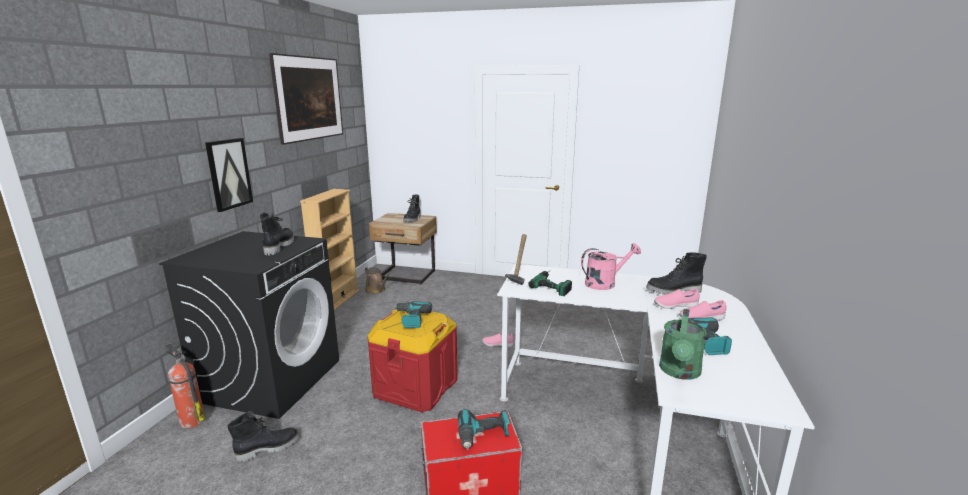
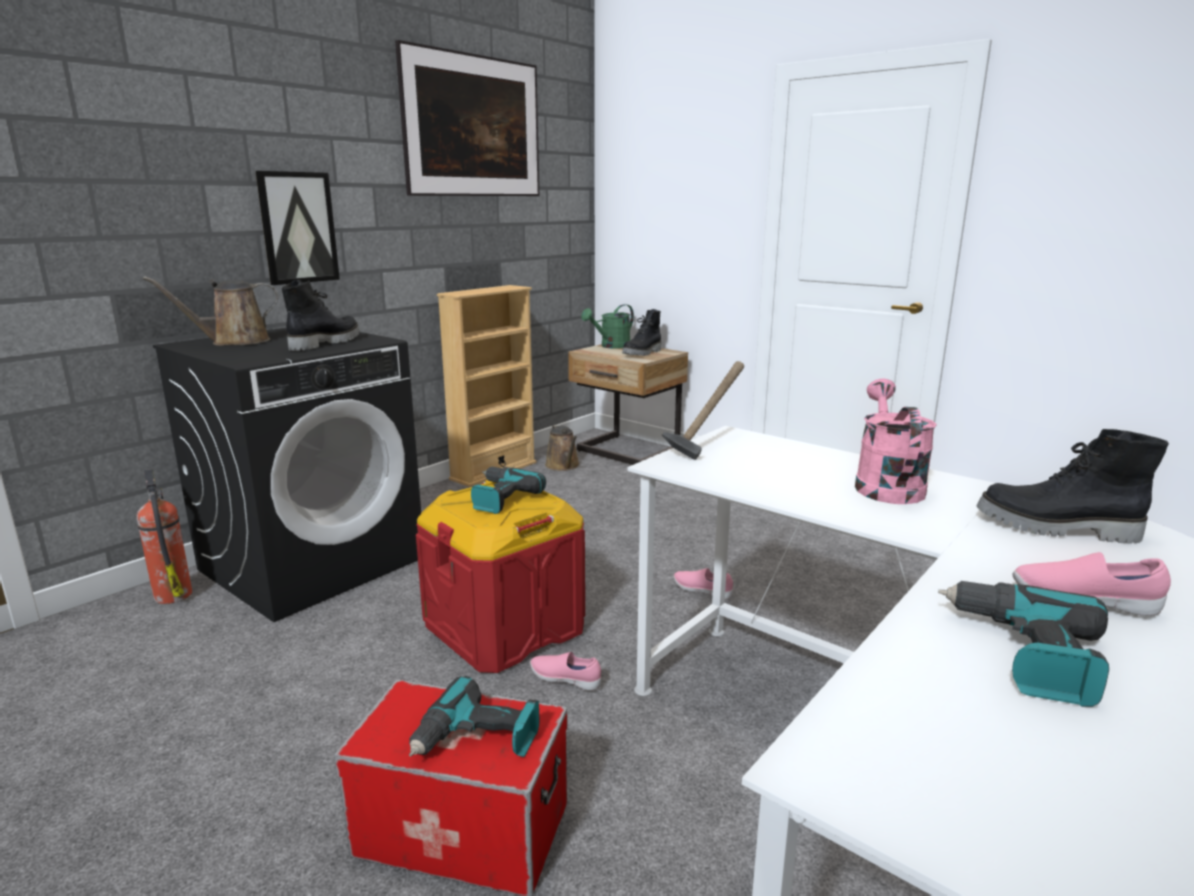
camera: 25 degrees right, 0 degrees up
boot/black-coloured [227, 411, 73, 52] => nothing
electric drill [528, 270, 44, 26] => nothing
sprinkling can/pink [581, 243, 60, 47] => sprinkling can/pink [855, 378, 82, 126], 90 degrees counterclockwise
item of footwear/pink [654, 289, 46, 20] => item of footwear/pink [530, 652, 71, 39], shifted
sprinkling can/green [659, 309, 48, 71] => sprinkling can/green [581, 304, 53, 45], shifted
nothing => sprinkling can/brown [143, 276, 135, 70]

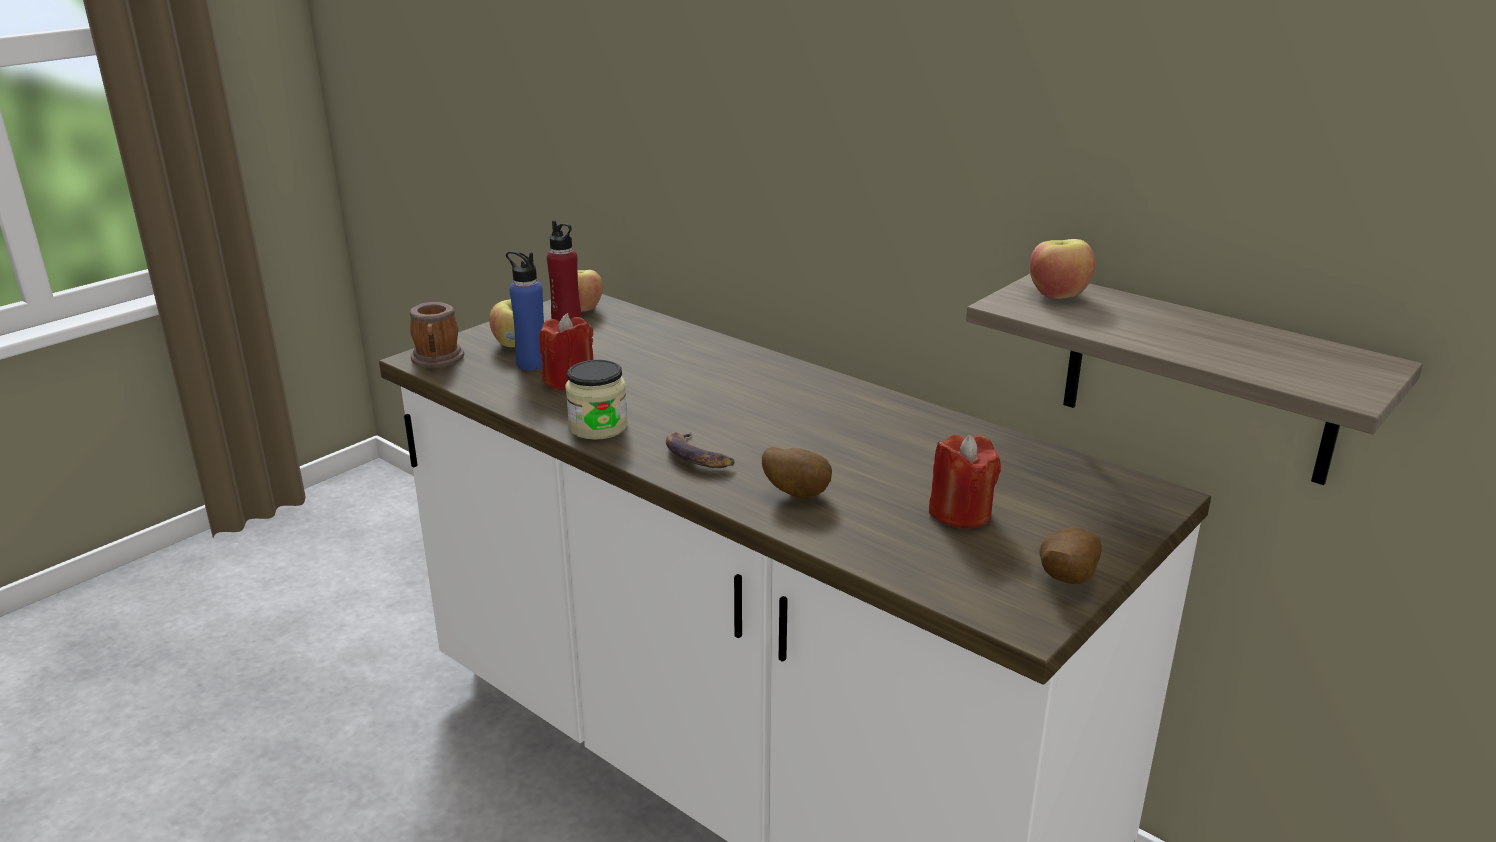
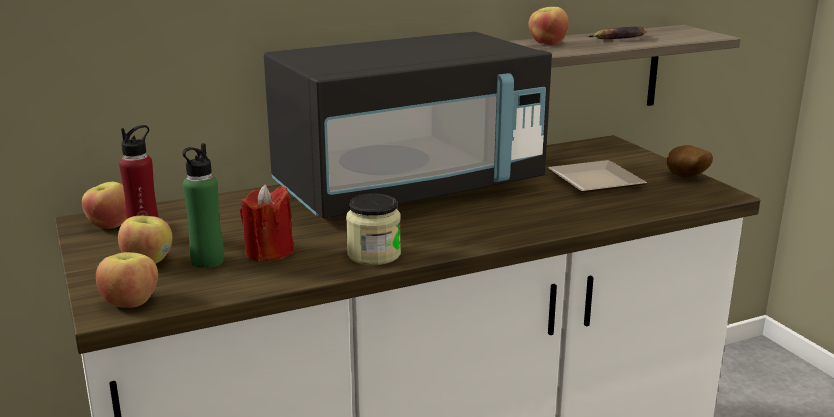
camera: 65 degrees left, 5 degrees down
coffee mug [410, 302, 54, 66] => apple [96, 252, 62, 56]
beverage bottle/blue-coloured [506, 251, 38, 120] => beverage bottle/green [182, 143, 42, 125]
whole banana [666, 432, 69, 36] => whole banana [586, 26, 59, 13], shifted
spud [762, 447, 70, 51] => nothing
candle/red [929, 435, 72, 94] => dinner plate [548, 160, 99, 33]
nothing => microwave oven/black-coloured [264, 32, 288, 187]

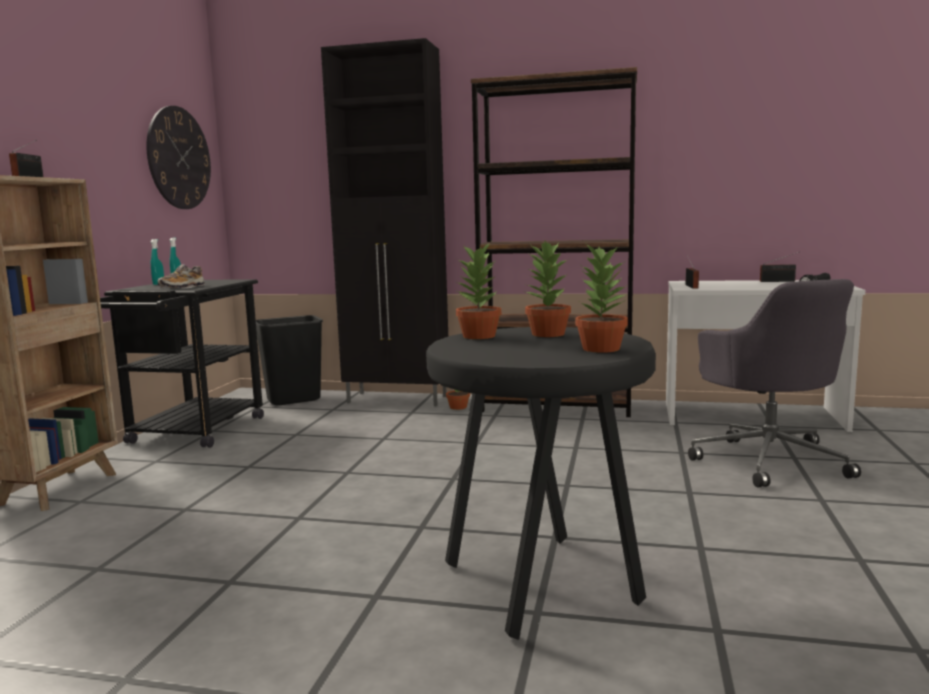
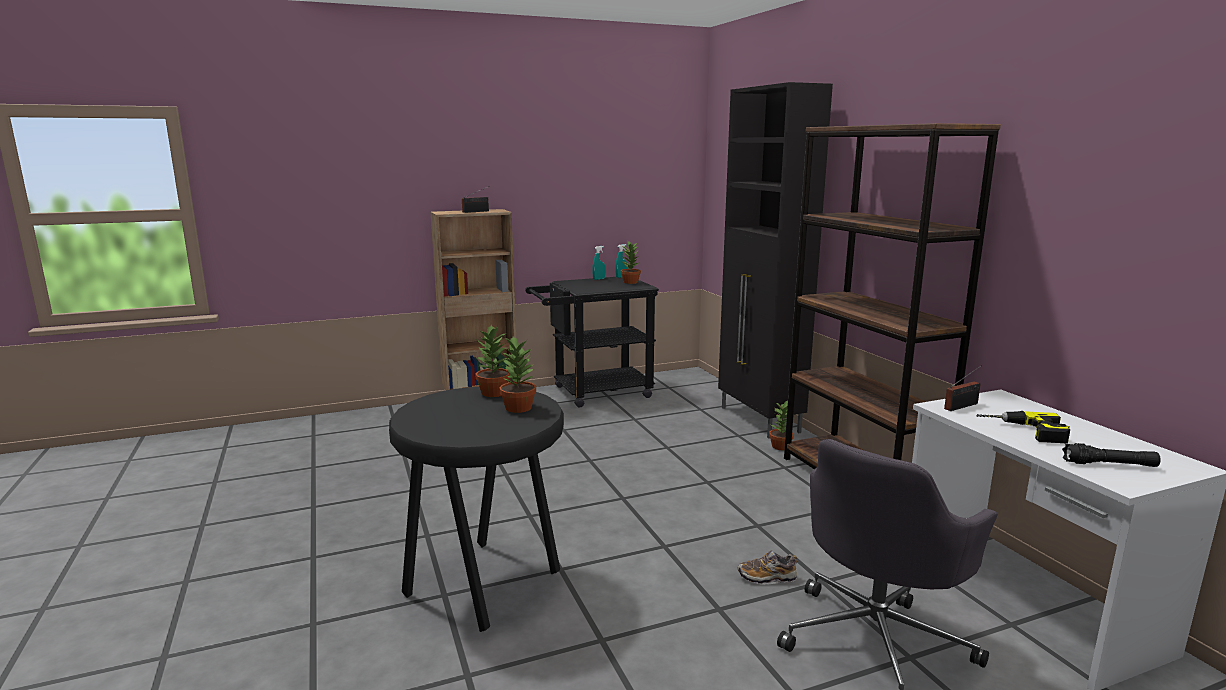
camera: 55 degrees right, 5 degrees up
clock on the wall [146, 106, 65, 103] => nothing
item of footwear [158, 264, 47, 25] => item of footwear [738, 550, 60, 35], shifted
trash can/black-coloured [256, 315, 67, 90] => nothing
potted plant [575, 244, 53, 109] => potted plant [621, 241, 20, 43], shifted
radio set [760, 252, 38, 30] => nothing
nothing => electric drill [976, 411, 94, 32]

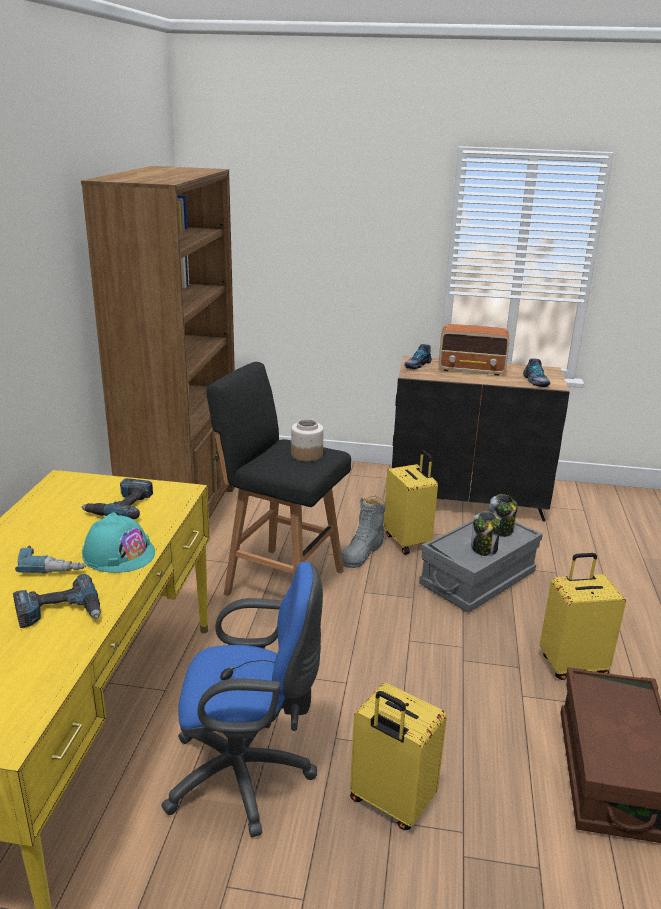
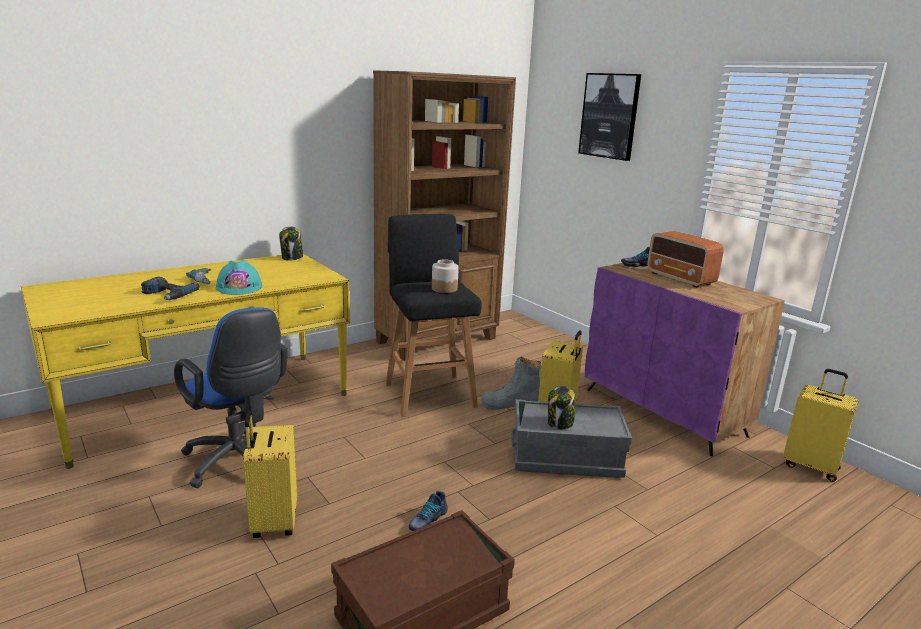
camera: 45 degrees right, 5 degrees down
electric drill [81, 478, 72, 41] => nothing
cabinet/black-coloured [392, 356, 178, 166] => cabinet/purplish [585, 263, 200, 193]
storage jar [488, 494, 30, 43] => storage jar [279, 227, 24, 34], shifted
item of footwear [523, 358, 28, 29] => item of footwear [409, 491, 39, 40], shifted
suitcase/yellowish [540, 553, 86, 127] => suitcase/yellowish [783, 369, 75, 113], shifted
nothing => wall art [578, 73, 63, 88]

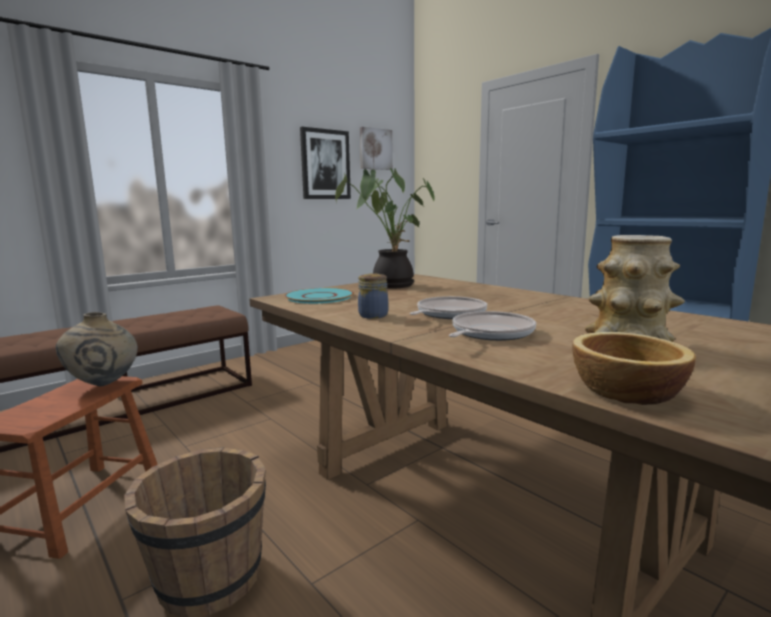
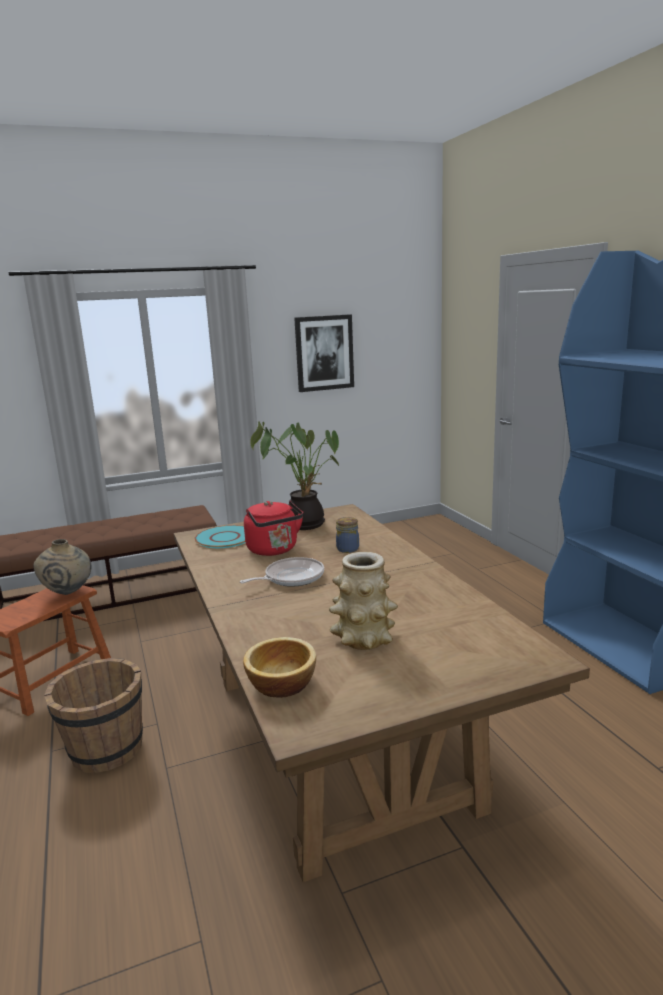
camera: 20 degrees right, 5 degrees up
storage jar [358, 273, 30, 46] => storage jar [336, 517, 23, 36], shifted
wall art [360, 127, 33, 43] => nothing
pan [449, 311, 87, 30] => nothing
nothing => water kettle/red [244, 500, 59, 56]

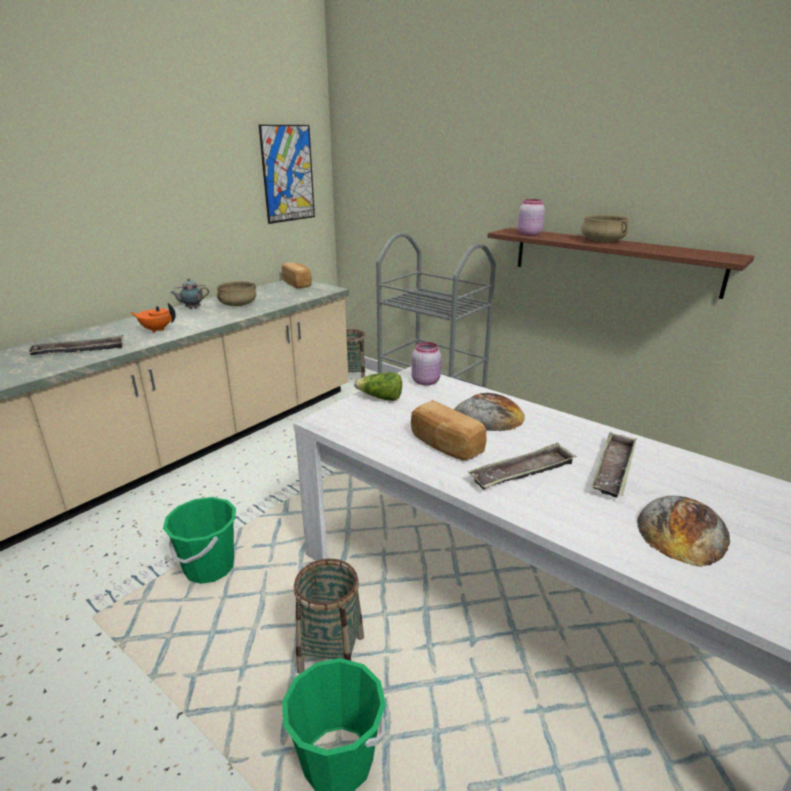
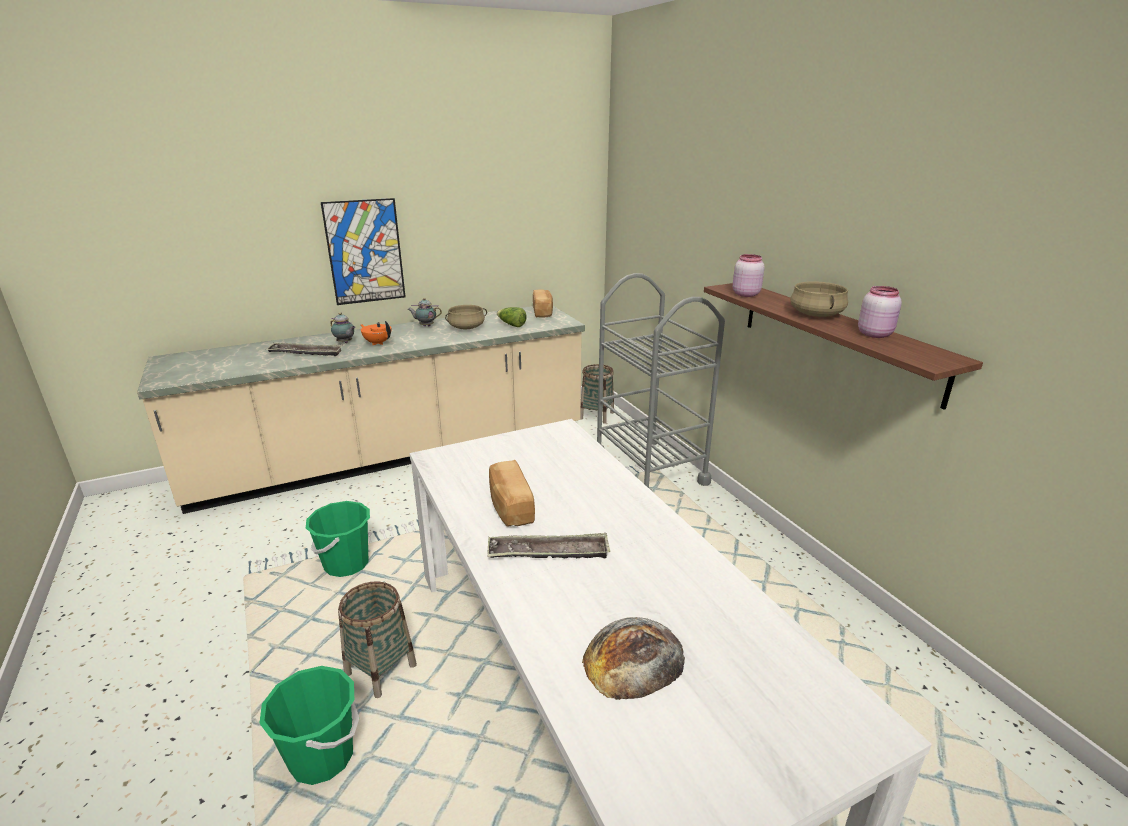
camera: 25 degrees right, 0 degrees up
wall art [259, 125, 56, 99] => wall art [321, 198, 85, 107], shifted
lettuce head [354, 372, 48, 29] => lettuce head [497, 307, 30, 20], shifted
storage jar/pink [411, 342, 30, 44] => storage jar/pink [858, 286, 44, 52], shifted
bread [454, 393, 71, 38] => nothing
serving tray [592, 432, 44, 66] => nothing
nothing => pot for tea [330, 312, 26, 31]

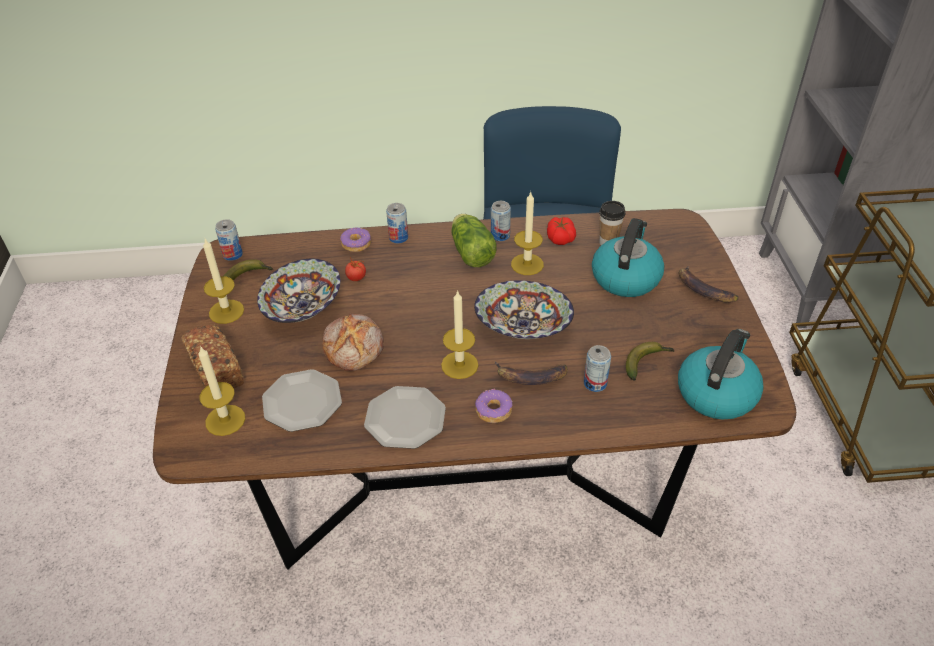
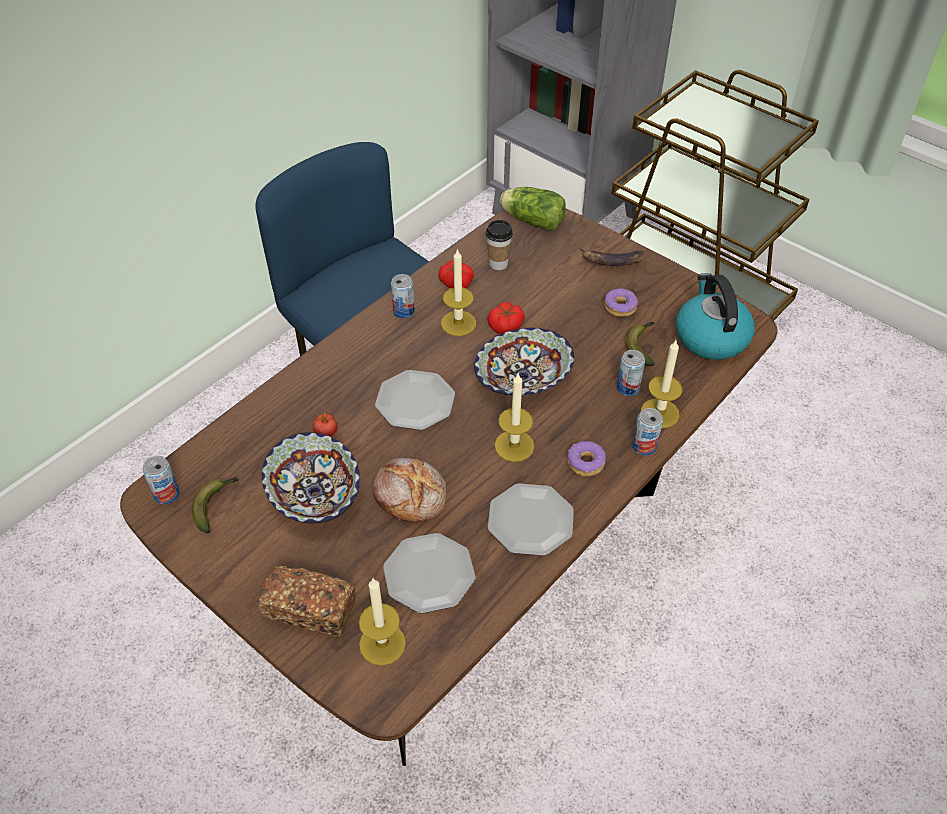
camera: 45 degrees left, 5 degrees up
candle [203, 239, 41, 85] => candle [641, 340, 42, 88], shifted
donut [340, 228, 31, 24] => donut [604, 288, 34, 29], shifted
can [386, 203, 22, 40] => can [633, 408, 30, 48], shifted
lettuce head [451, 214, 46, 53] => lettuce head [500, 187, 66, 44], shifted
whole banana [495, 361, 72, 24] => nothing
water kettle [592, 218, 72, 79] => nothing
nothing => dinner plate [375, 370, 80, 60]
nothing => fresh tomato [487, 302, 38, 32]

